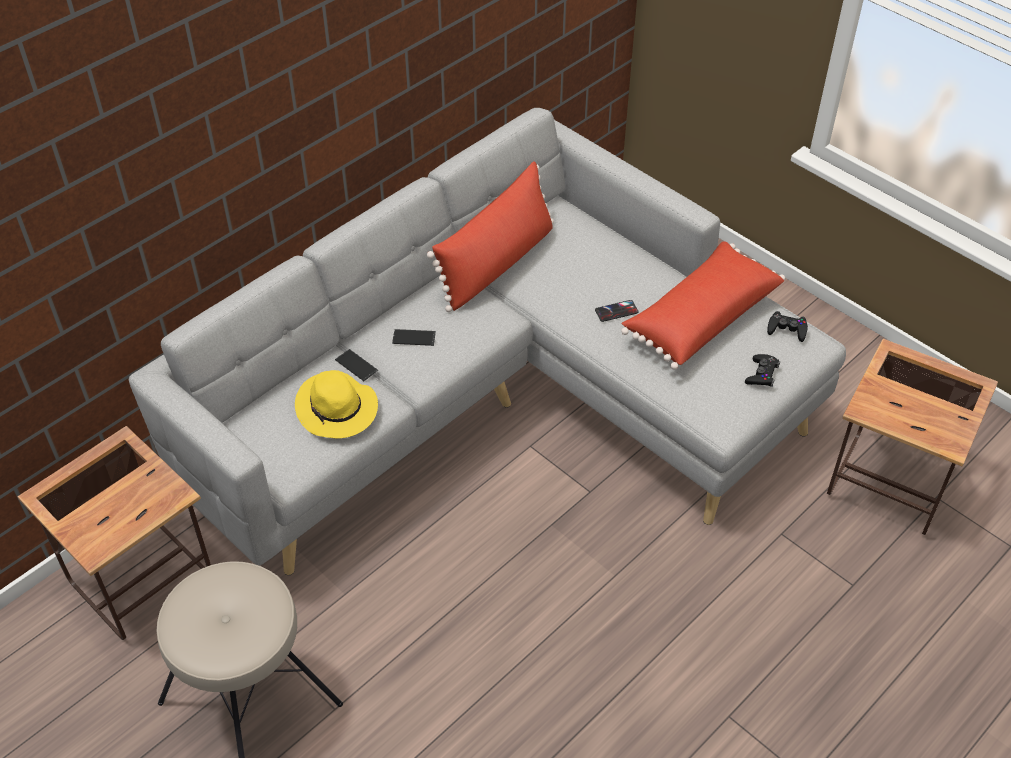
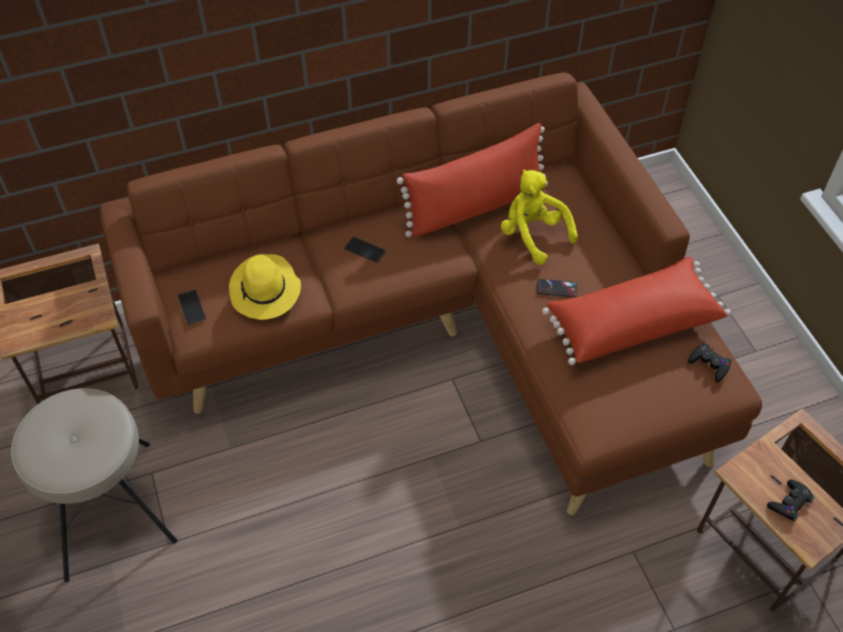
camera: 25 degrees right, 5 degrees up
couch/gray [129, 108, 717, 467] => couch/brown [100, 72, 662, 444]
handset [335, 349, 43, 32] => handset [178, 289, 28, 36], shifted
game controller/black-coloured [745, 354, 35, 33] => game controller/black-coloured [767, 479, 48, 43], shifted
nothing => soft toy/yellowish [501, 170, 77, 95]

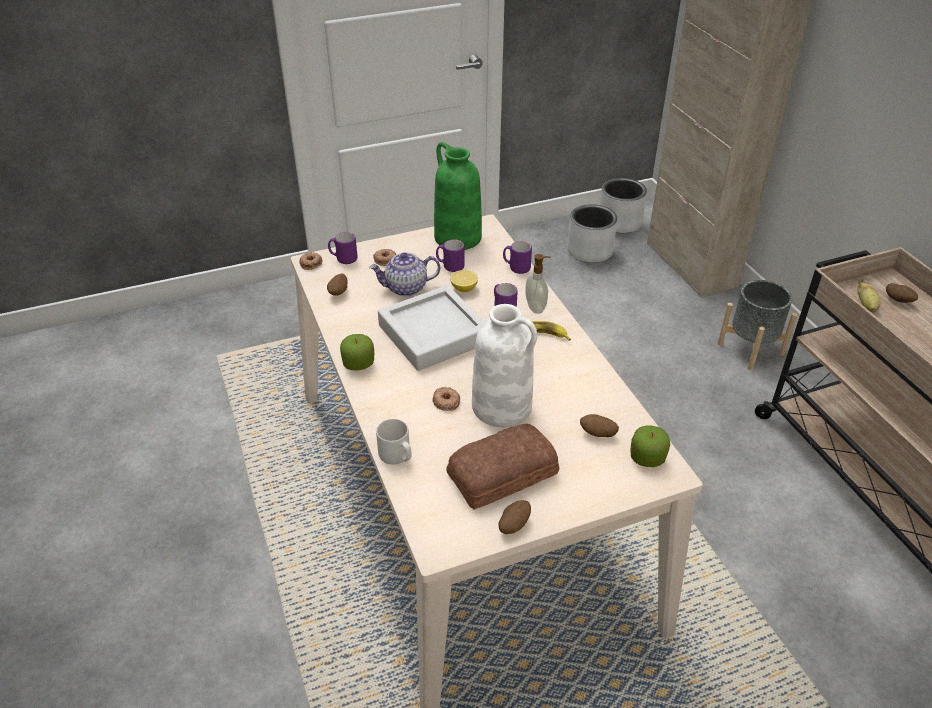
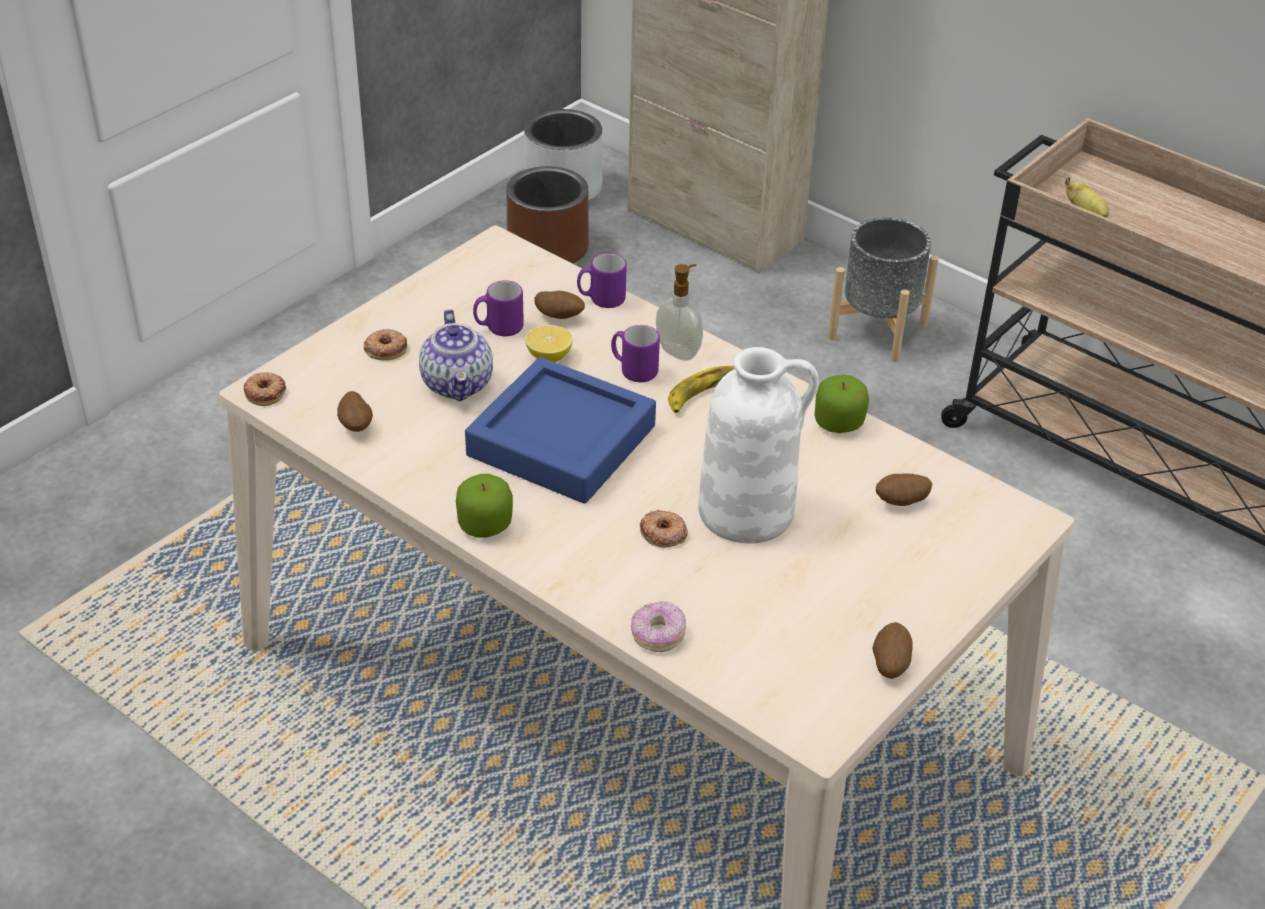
camera: 30 degrees left, 0 degrees up
coffee mug/purplish [328, 232, 30, 32] => nothing
pot for tea [369, 252, 71, 44] => pot for tea [419, 309, 74, 93], 60 degrees counterclockwise
coffee mug/gray [376, 419, 36, 45] => donut [631, 601, 55, 51]
serving tray/gray [378, 285, 107, 86] => serving tray/blue-coloured [465, 357, 191, 147]
decorative vase/green [434, 142, 48, 108] => nothing
bread [446, 424, 113, 86] => nothing
flower pot/gray [567, 204, 50, 59] => flower pot/brown [506, 166, 83, 98]
apple [630, 425, 40, 42] => apple [814, 375, 55, 58], shifted
spud [886, 283, 32, 20] => spud [534, 291, 51, 28], shifted

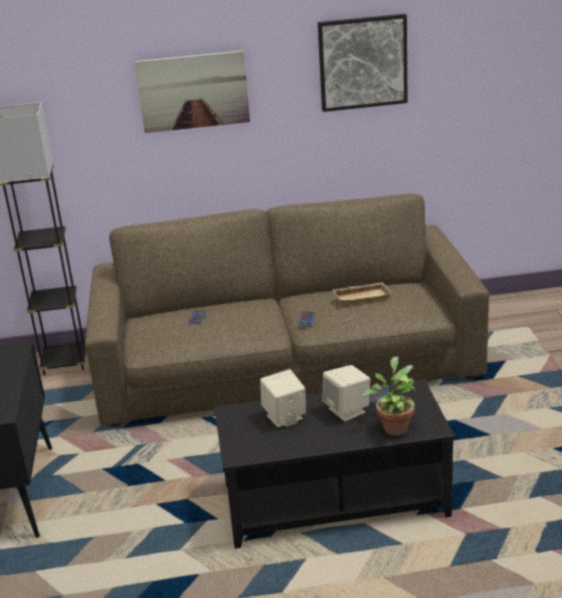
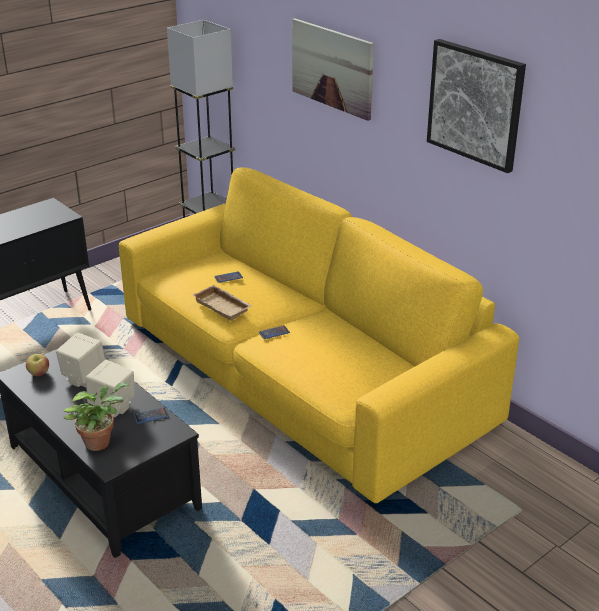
camera: 55 degrees right, 5 degrees up
couch/brown [85, 194, 404, 232] => couch/yellowish [119, 168, 400, 335]
serving tray/sand-coloured [333, 282, 59, 24] => serving tray/sand-coloured [193, 285, 59, 36], shifted
nothing => apple [26, 354, 23, 22]

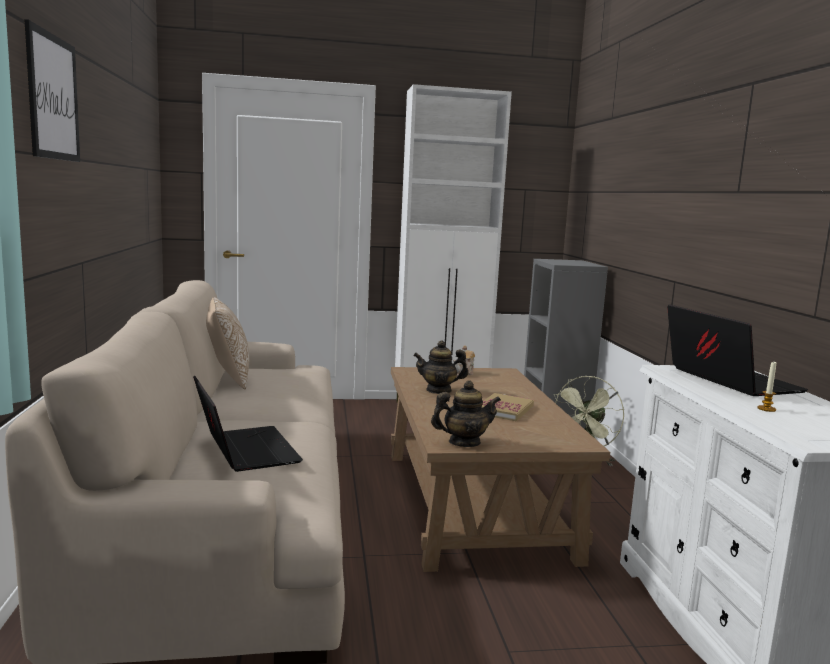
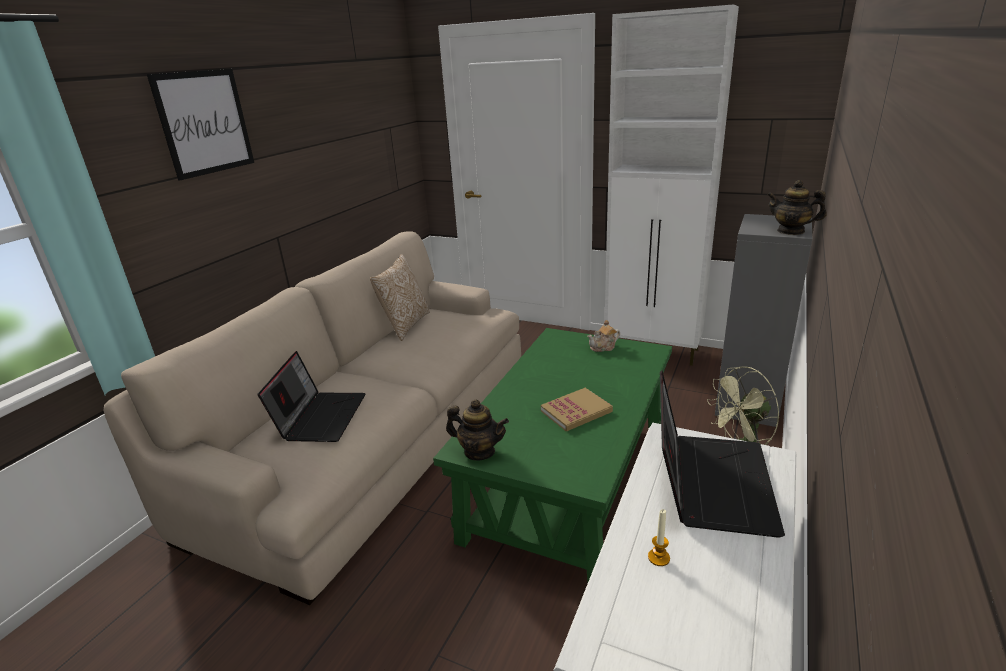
camera: 35 degrees right, 15 degrees up
coffee table/brown [391, 367, 219, 205] => coffee table/green [433, 328, 239, 254]
pot for tea [413, 341, 55, 53] => pot for tea [767, 180, 59, 55], shifted

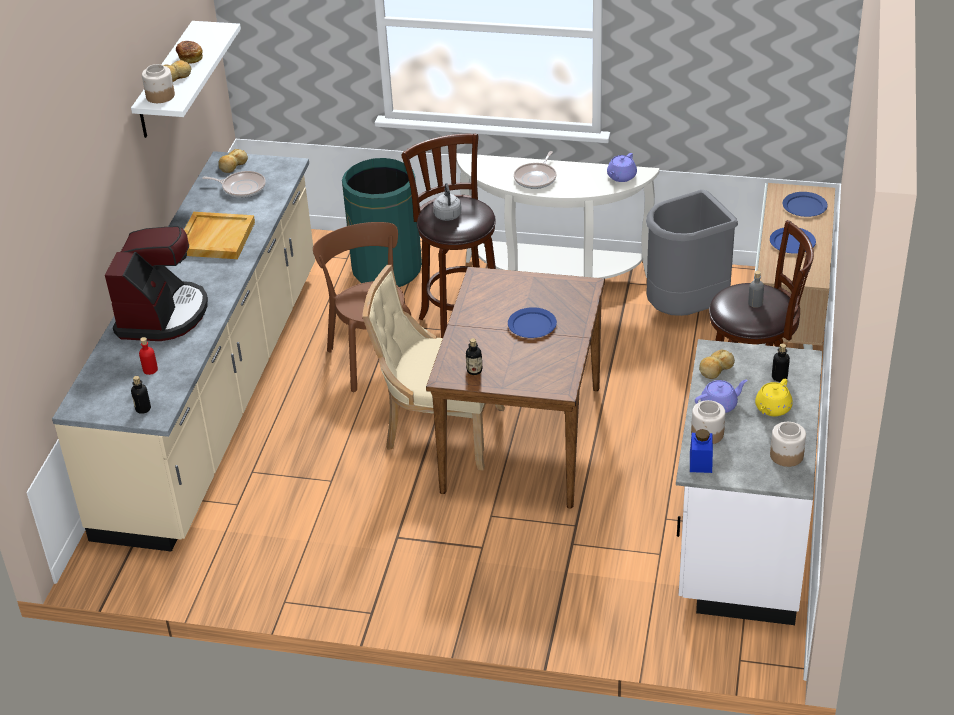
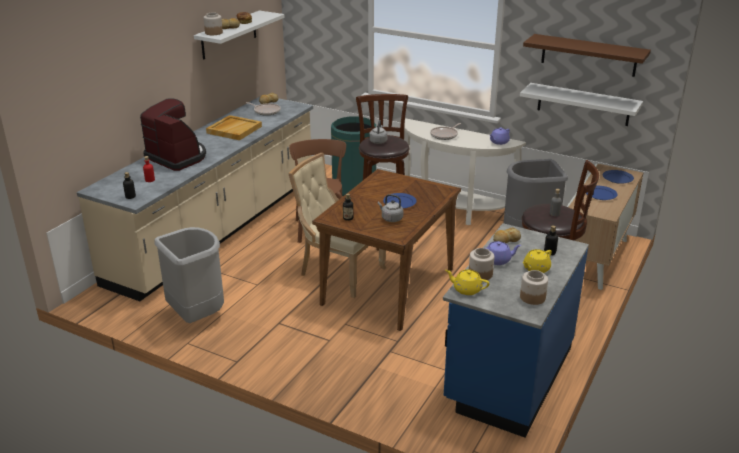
camera: 15 degrees right, 10 degrees down
coffee maker [105, 226, 103, 115] => coffee maker [140, 98, 66, 73], 75 degrees counterclockwise
counter/whitish [676, 339, 146, 286] => counter/blue-coloured [443, 223, 146, 214]
storage jar/blue-coloured [690, 429, 23, 44] => pot for tea/yellowish [445, 270, 45, 25]
nothing => trash can/gray [155, 227, 69, 96]
nothing => water kettle/gray [378, 194, 25, 28]
nothing => wall shelf/whitish [520, 83, 123, 43]
nothing => wall shelf/brown [523, 34, 128, 43]

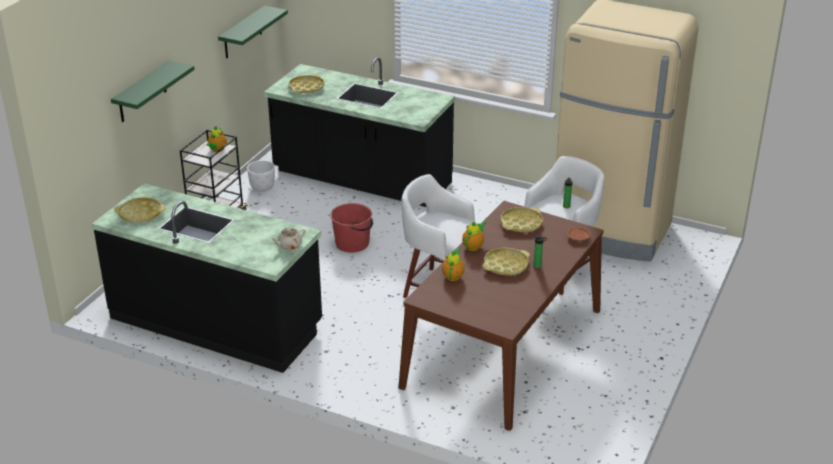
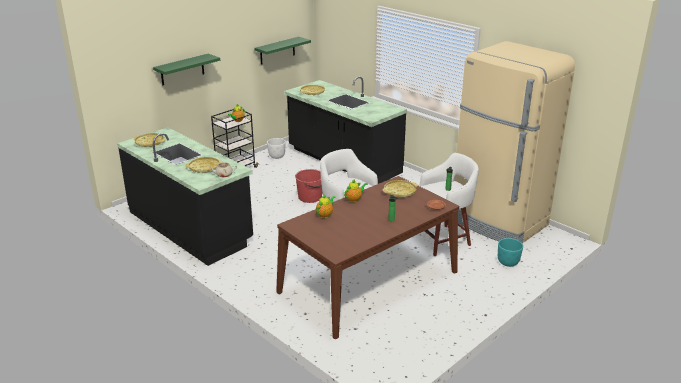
camera: 20 degrees right, 5 degrees down
serving tray/yellowish [483, 247, 47, 28] => serving tray/yellowish [185, 157, 38, 16], shifted
nothing => flower pot/turquoise [498, 238, 25, 29]

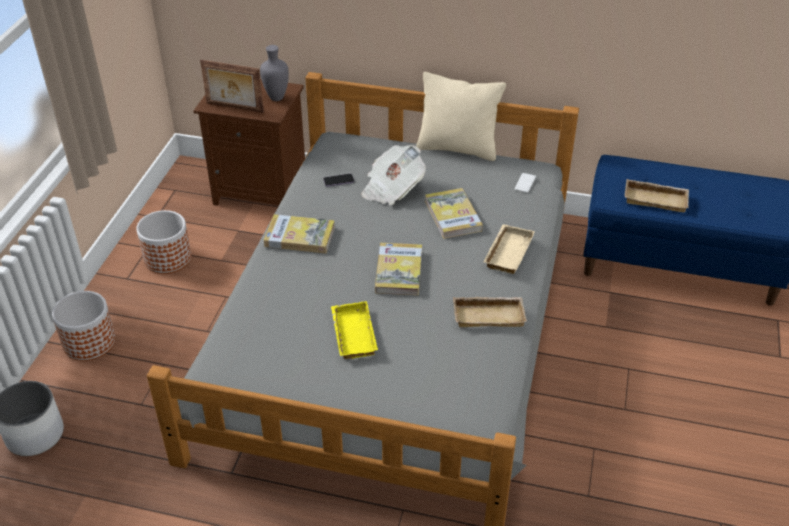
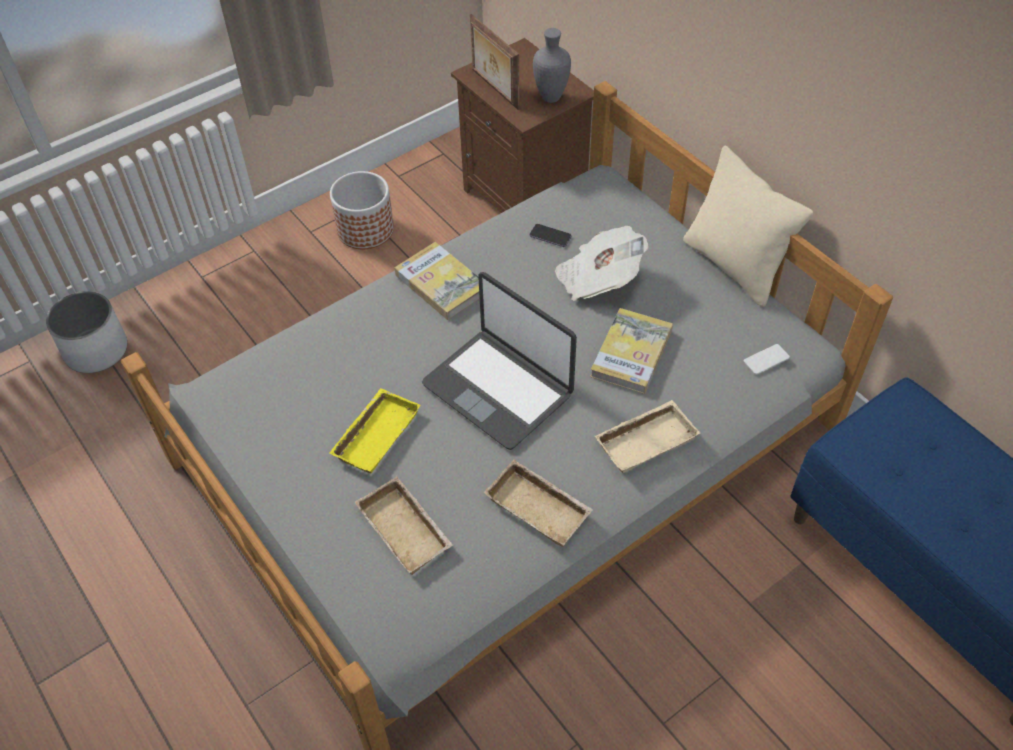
camera: 40 degrees right, 10 degrees up
flower pot [52, 291, 64, 70] => nothing
volume [375, 243, 47, 52] => notebook computer [422, 272, 155, 178]
serving tray/sand-coloured [625, 179, 64, 33] => serving tray/sand-coloured [355, 476, 98, 99], shifted

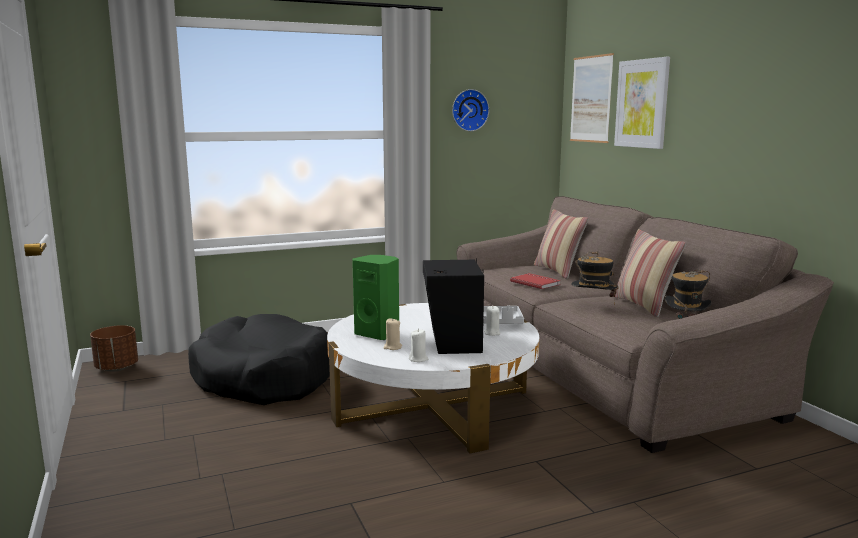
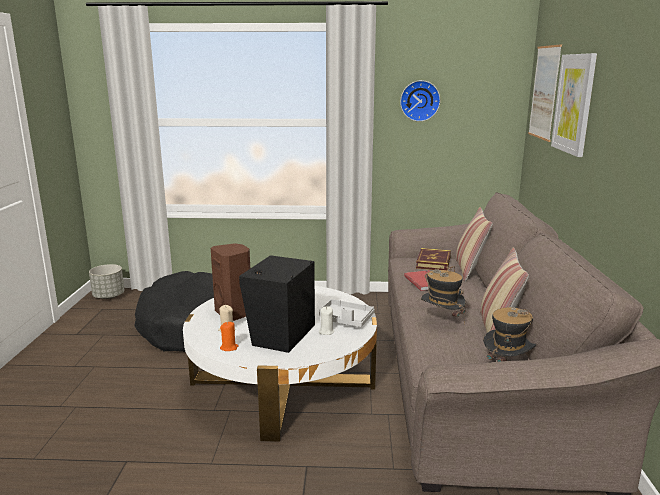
camera: 25 degrees right, 5 degrees up
flower pot/brown [90, 325, 48, 47] => flower pot/gray [89, 264, 35, 35]
speaker/green [352, 255, 47, 85] => speaker/brown [211, 243, 39, 78]
candle/whitish [409, 329, 19, 33] => candle/orange-coloured [220, 322, 19, 29]
nothing => volume [416, 248, 35, 23]

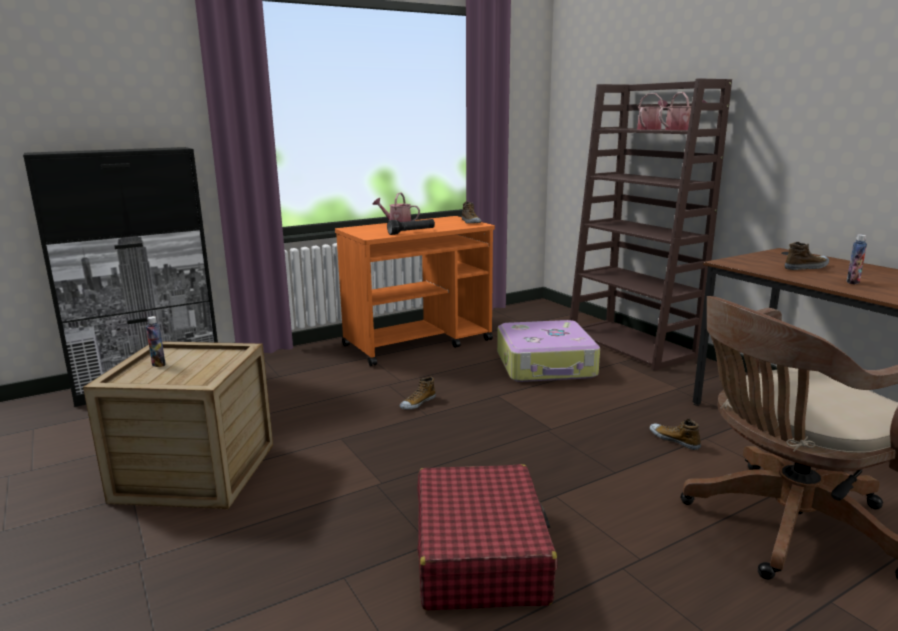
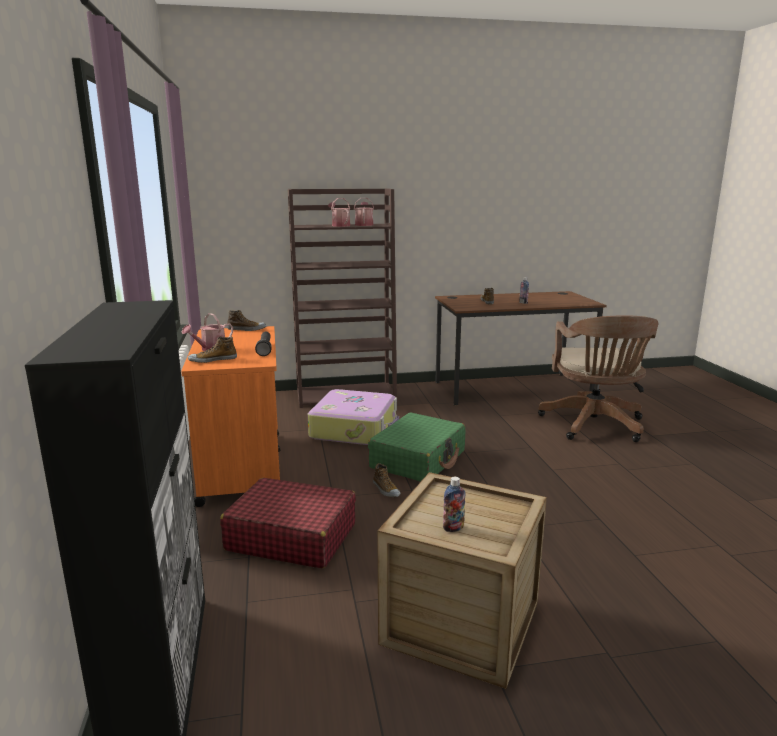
camera: 70 degrees left, 0 degrees up
suitcase/red [417, 464, 141, 146] => suitcase/red [220, 478, 136, 91], shifted
item of footwear [649, 419, 52, 31] => item of footwear [188, 337, 49, 26], shifted
nothing => suitcase/green [368, 412, 98, 70]

